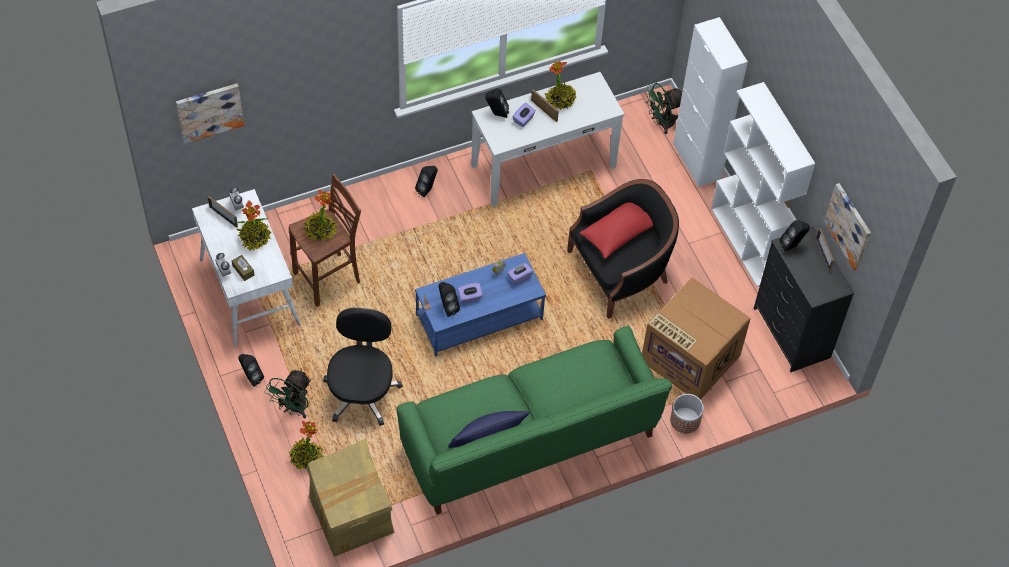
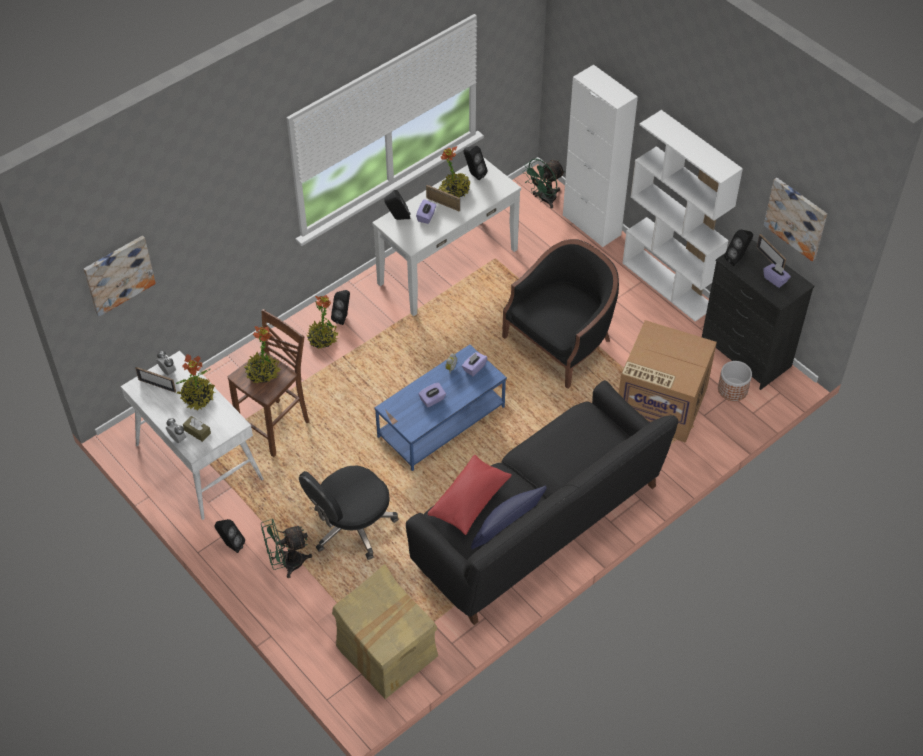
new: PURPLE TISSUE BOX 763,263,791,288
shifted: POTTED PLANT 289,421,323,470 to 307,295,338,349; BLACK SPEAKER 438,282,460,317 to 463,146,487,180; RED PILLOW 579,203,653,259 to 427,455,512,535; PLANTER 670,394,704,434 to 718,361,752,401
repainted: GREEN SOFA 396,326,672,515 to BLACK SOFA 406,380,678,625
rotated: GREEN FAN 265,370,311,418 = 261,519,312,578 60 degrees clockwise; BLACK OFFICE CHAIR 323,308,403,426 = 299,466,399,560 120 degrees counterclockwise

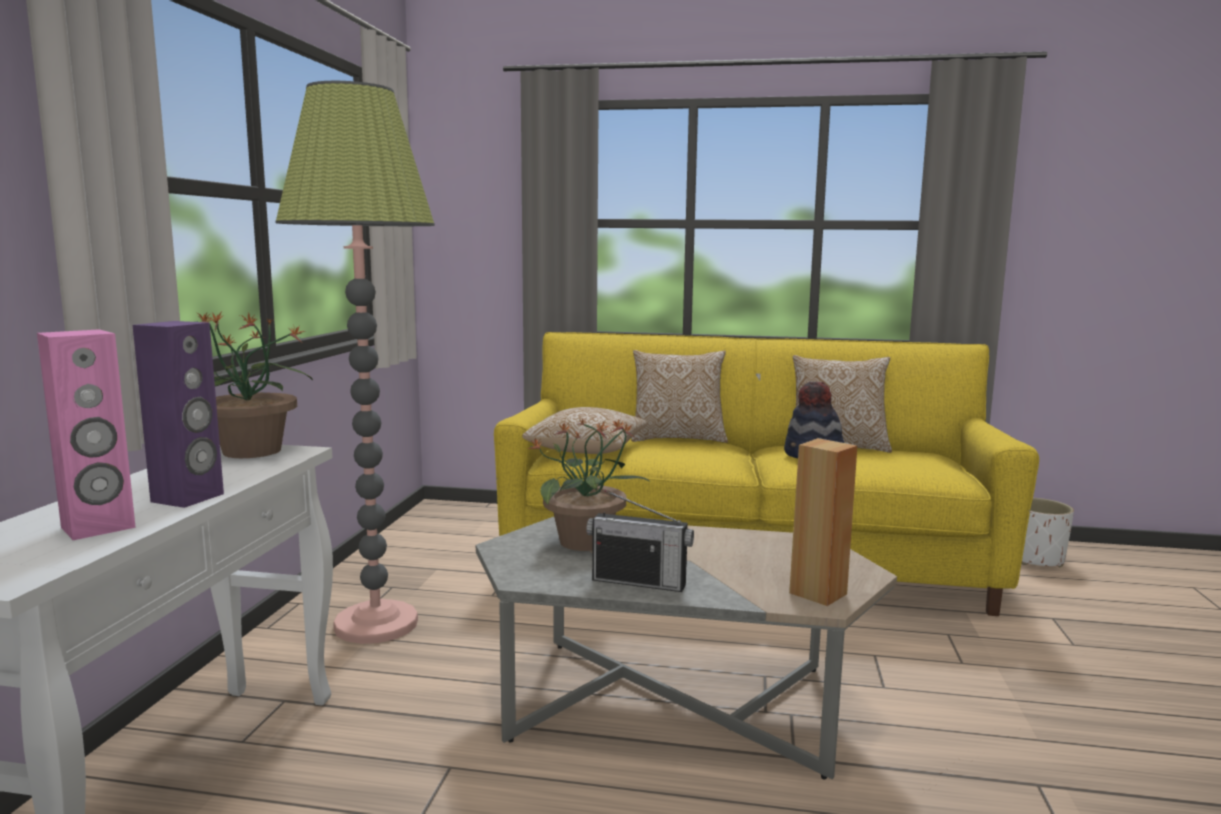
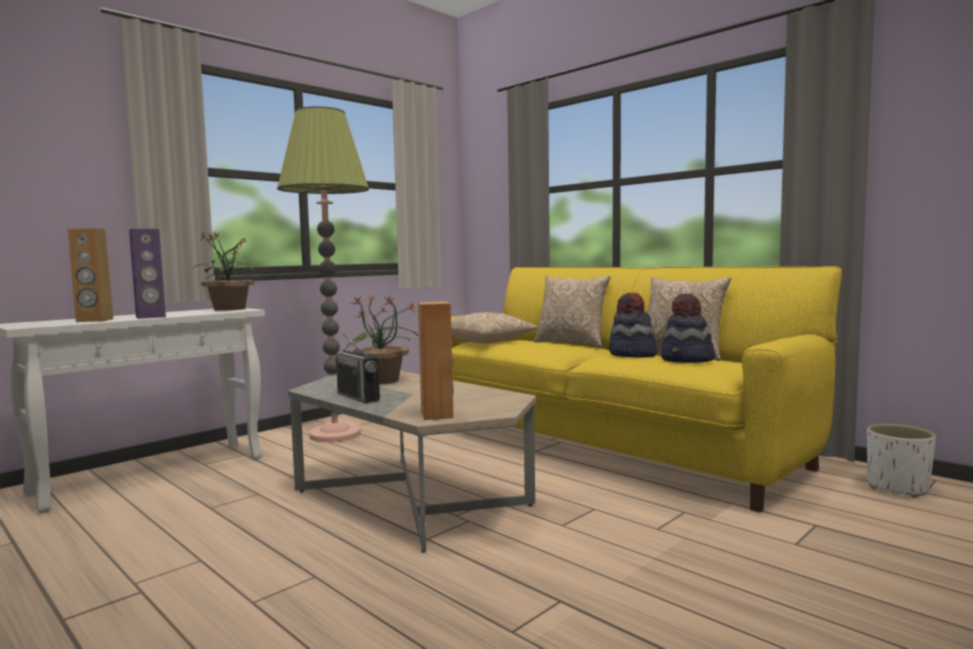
new: HAT 661,294,715,363
repainted: PINK SPEAKER 37,329,136,540 to BROWN SPEAKER 68,228,113,322

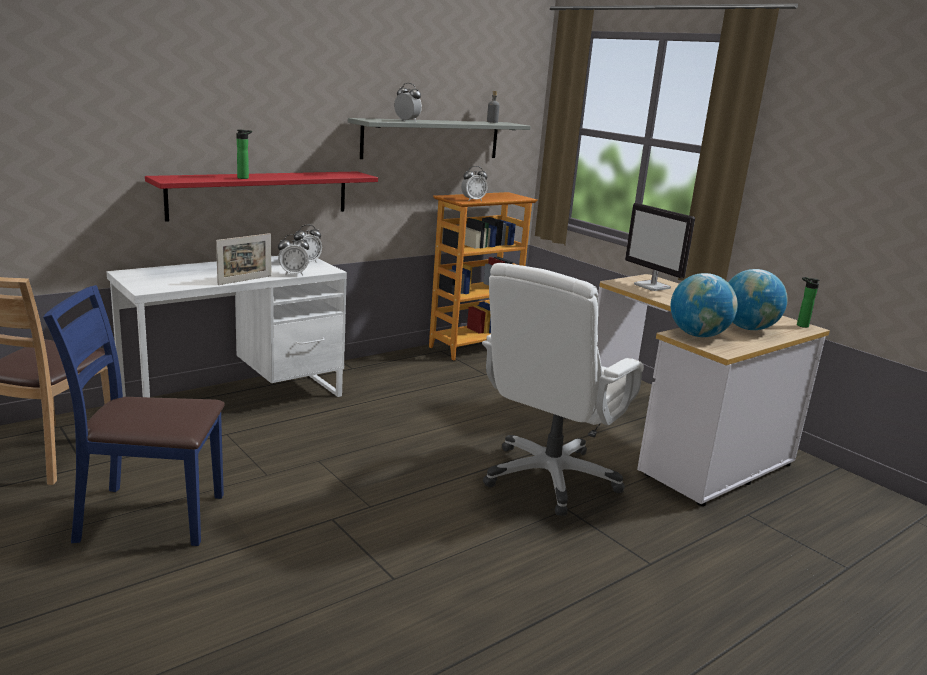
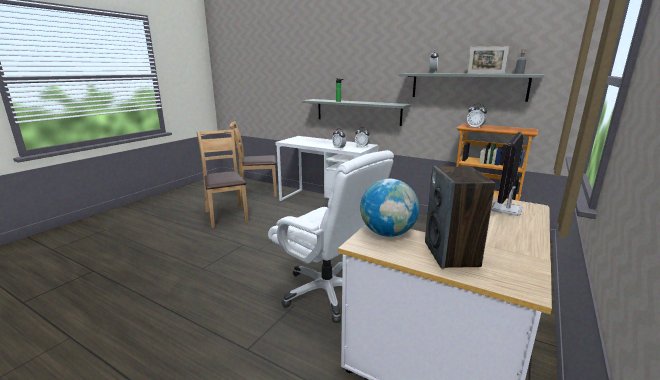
gone: BOTTLE 797,277,820,328
shifted: PICTURE FRAME 216,233,271,285 to 467,46,509,74
swapped: GLOBE 728,269,788,330 to SPEAKER 425,166,495,269
repainted: BLUE CHAIR 43,285,225,546 to BROWN CHAIR 197,129,249,228; RED SHELF 145,171,378,222 to GREY SHELF 302,99,411,126
rotated: WHITE OFFICE CHAIR 482,263,644,516 = 268,150,394,323 150 degrees counterclockwise

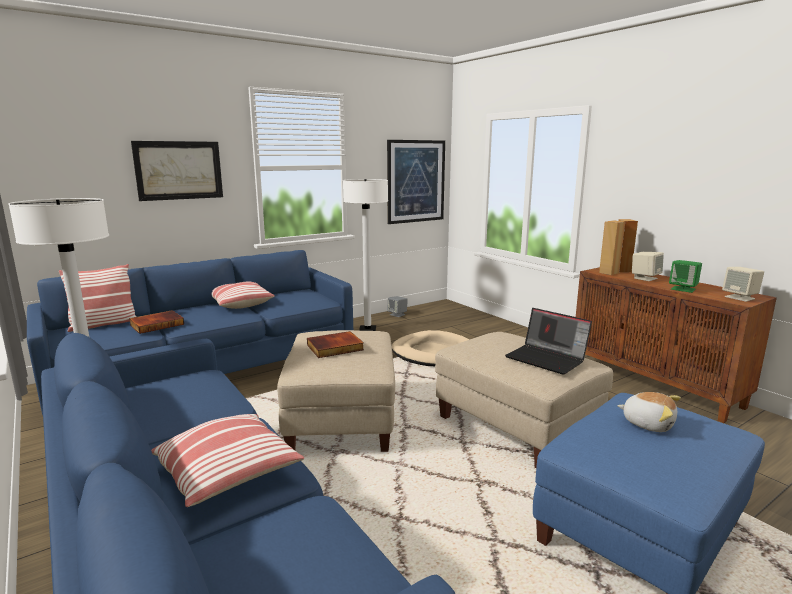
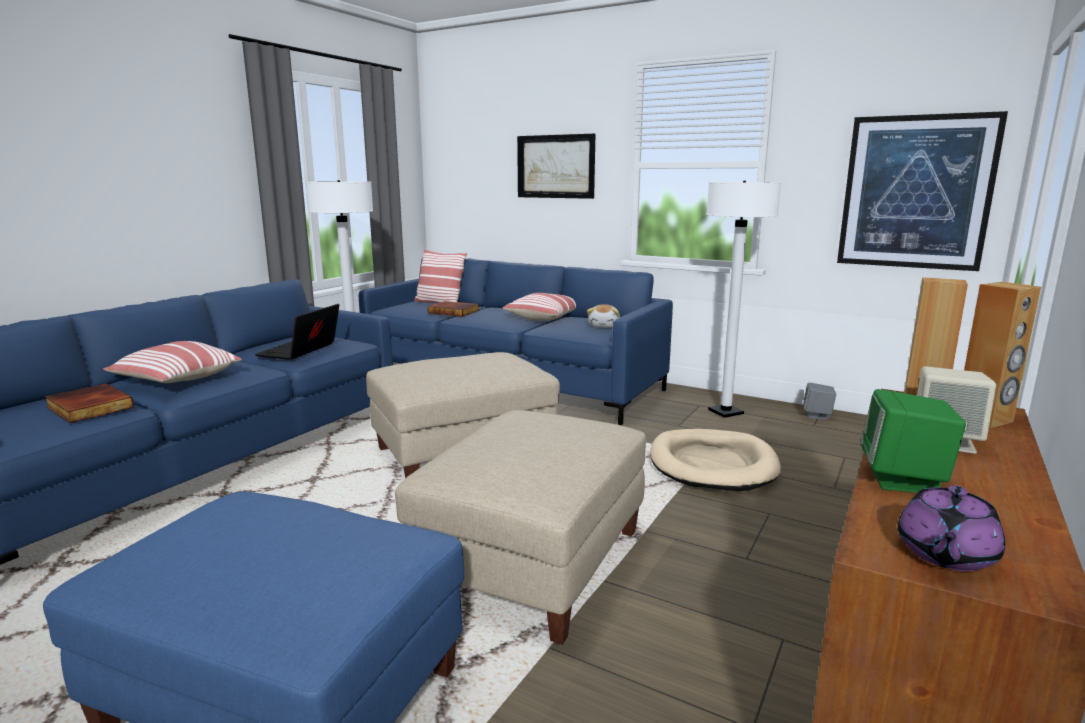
shifted: BOOK 307,331,364,358 to 45,383,134,423; LAPTOP 505,308,592,375 to 255,304,339,360; PLUSH TOY 617,392,681,432 to 587,304,620,328
swapped: BEIGE SPEAKER 722,267,764,302 to PURPLE TEAPOT 898,485,1005,571

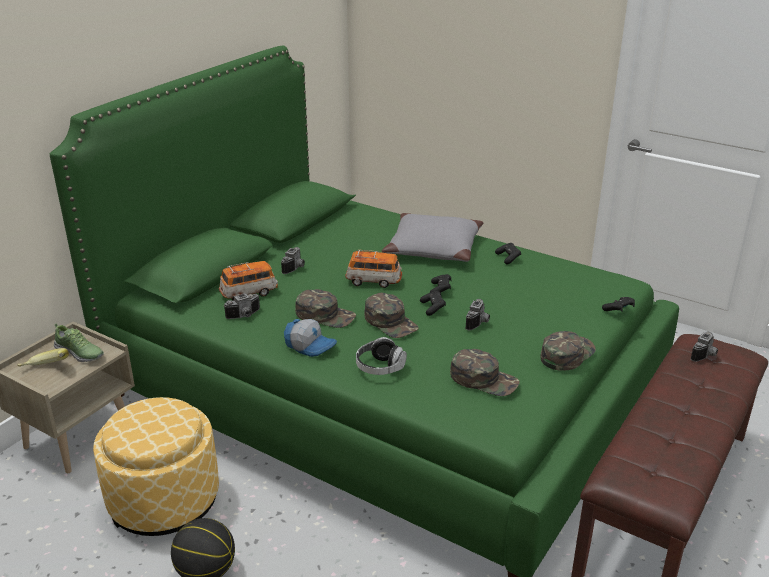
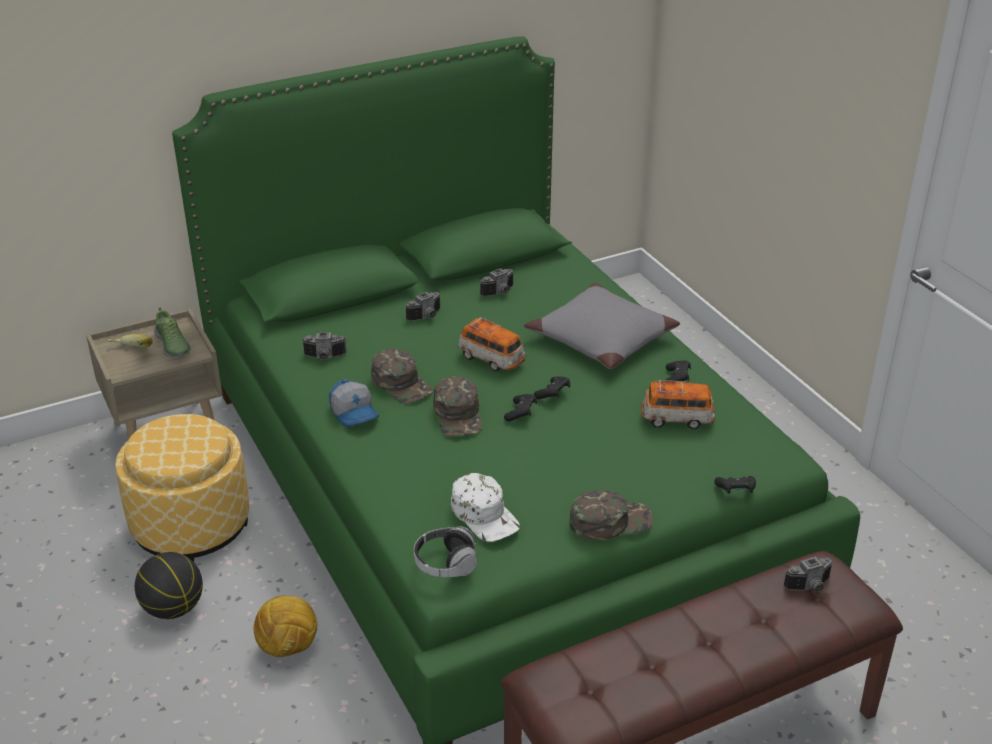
new: FOOTBALL 254,596,317,657
shifted: TOY CAR 219,261,278,301 to 641,380,715,429; HEADPHONES 356,337,407,375 to 414,526,477,577; PHOTO CAMERA 465,299,490,330 to 480,268,514,297
repainted: GREEN CAP 450,349,520,396 to WHITE CAP 451,473,520,542

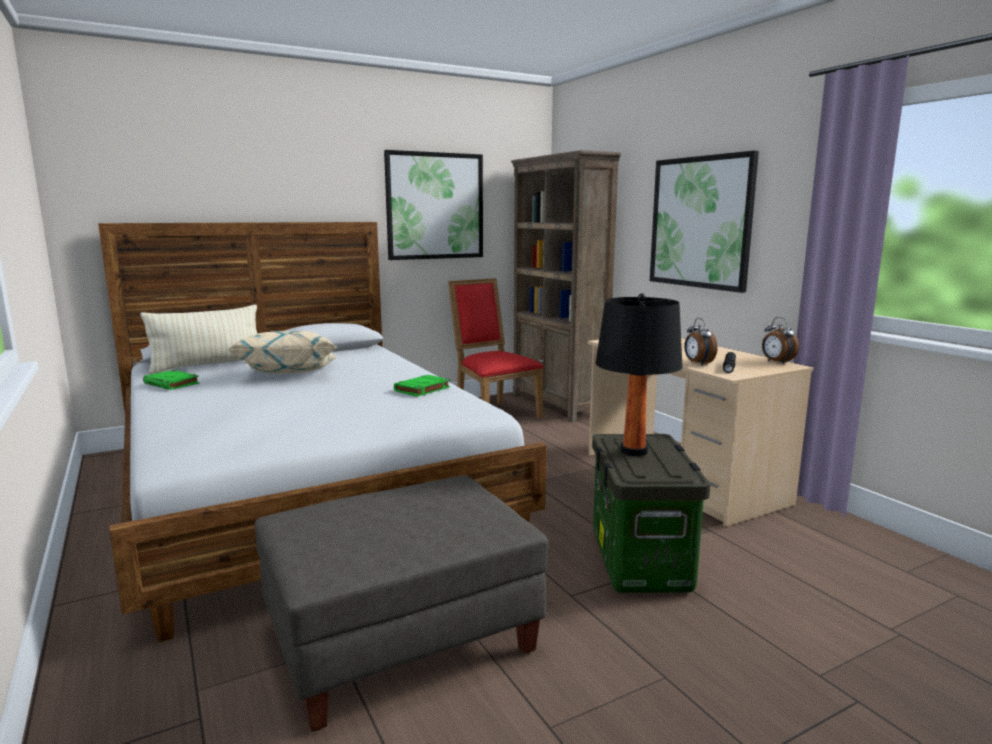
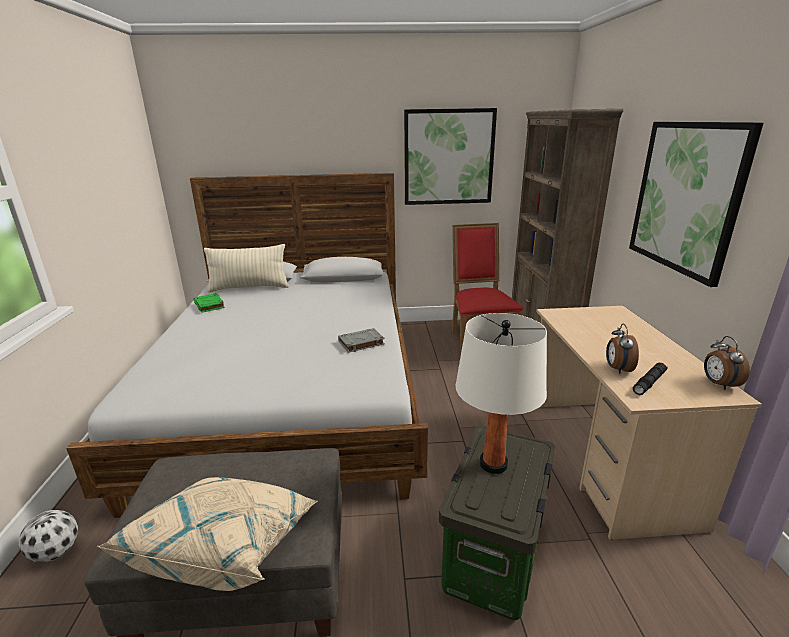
new: FOOTBALL 19,510,78,562
shifted: BEIGE PILLOW 227,331,337,374 to 97,477,318,591
repainted: GREEN BOOK 394,375,450,397 to GREY BOOK 338,328,385,353; BLACK TABLE LAMP 595,293,683,456 to WHITE TABLE LAMP 456,313,547,474

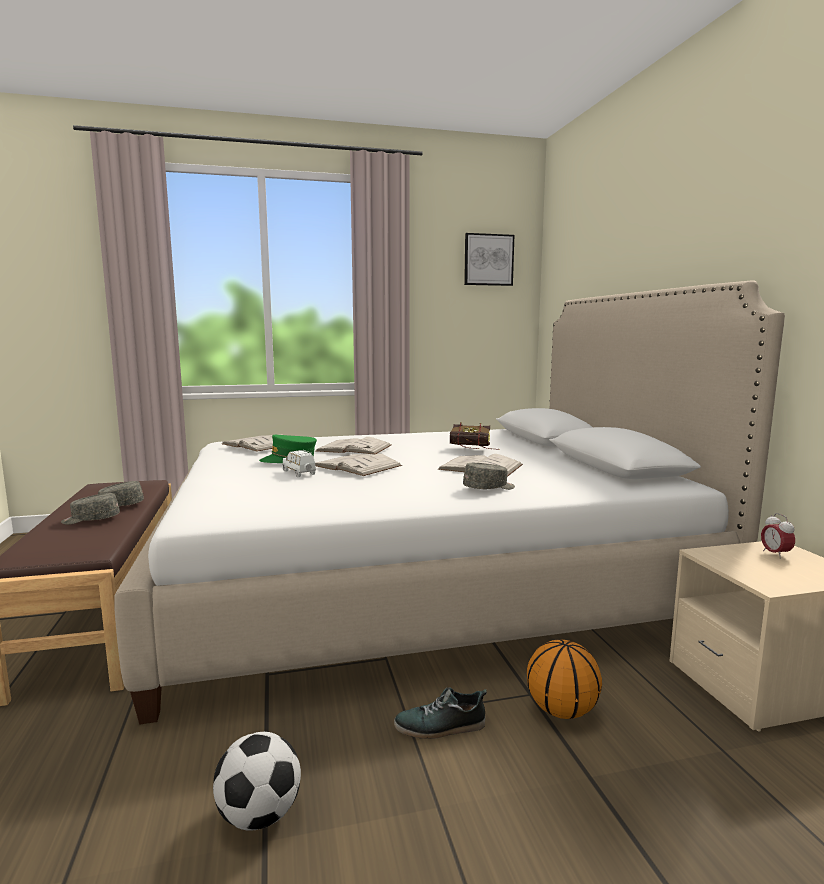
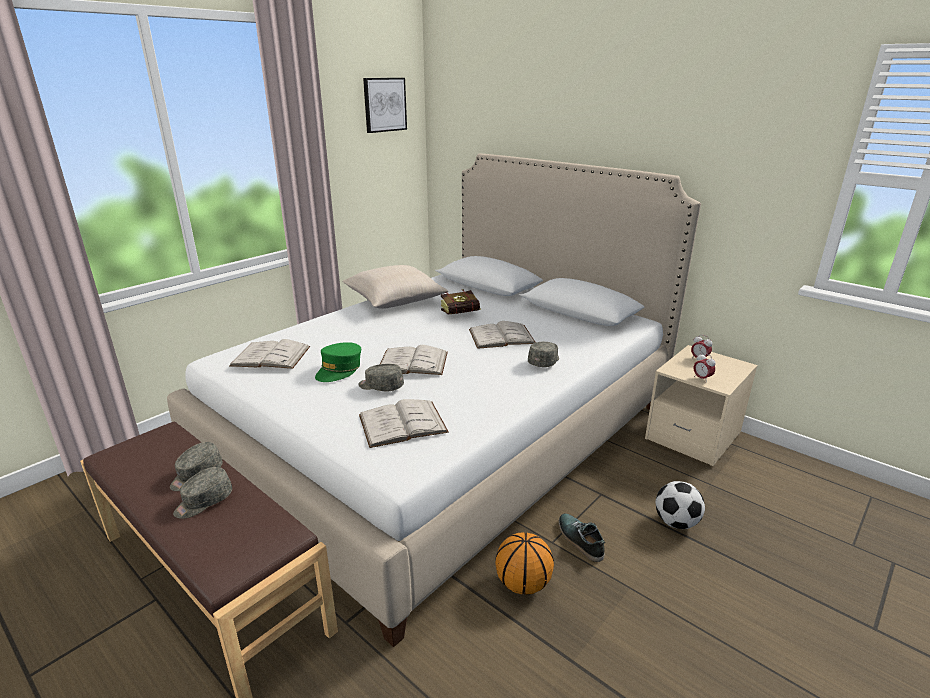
new: BEIGE PILLOW 342,265,448,309; ALARM CLOCK 694,353,716,379
shifted: FOOTBALL 213,732,301,831 to 656,481,705,529; WHITE BOOK 316,437,391,454 to 359,399,449,448; BASKETBALL 527,639,602,719 to 495,532,554,595
swapped: WHITE TOY CAR 282,450,316,477 to GREY CAP 358,364,404,391
rotated: SHOE 394,687,487,739 = 559,513,605,562 105 degrees clockwise

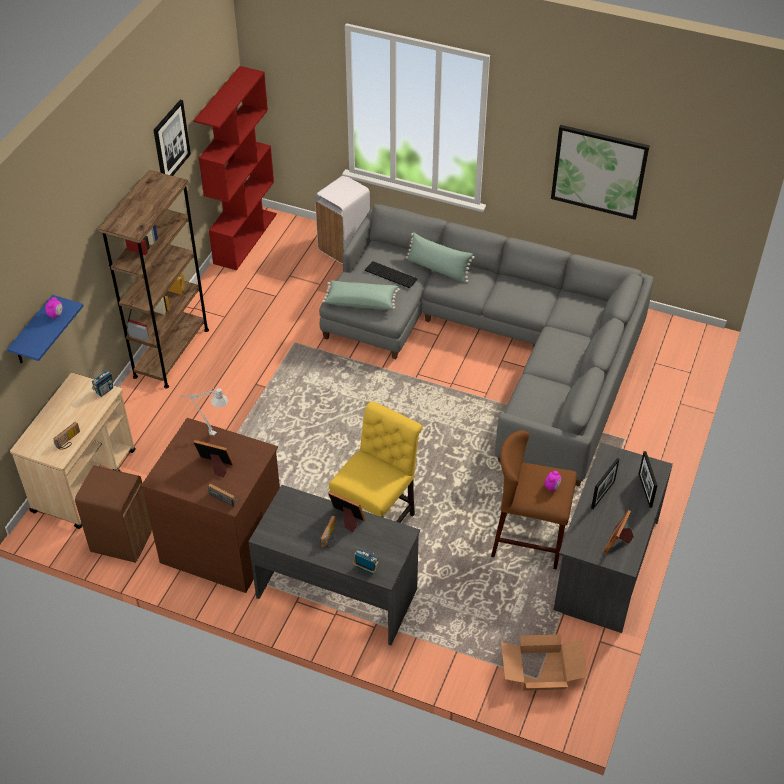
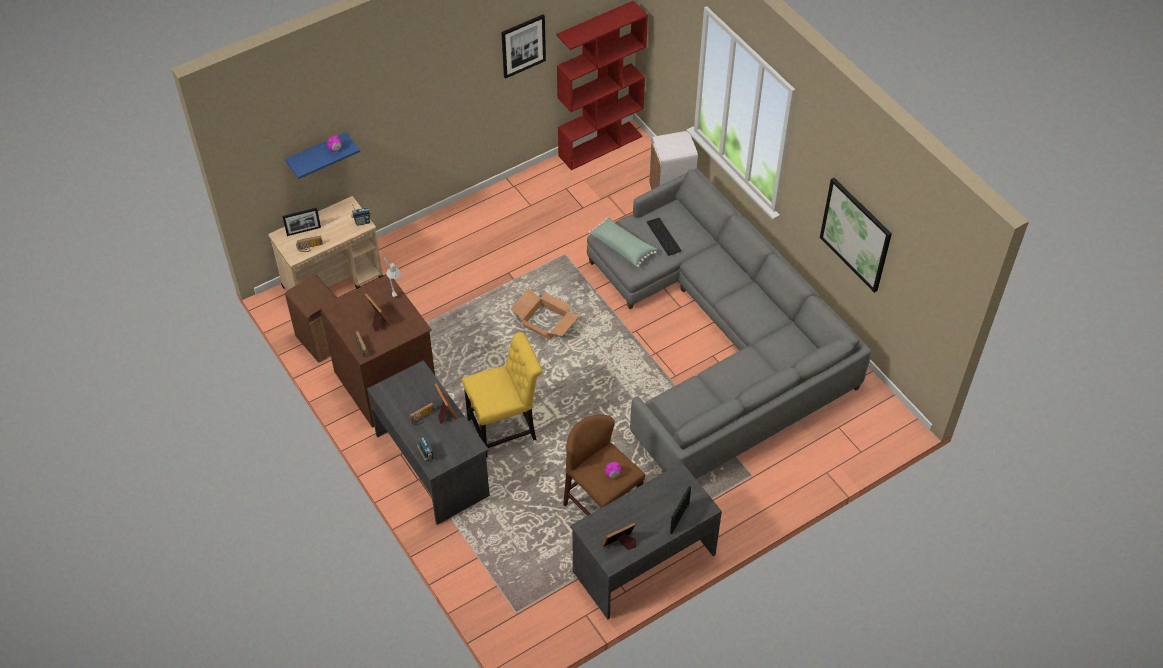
gone: BROWN BOOKCASE 99,170,209,389; GREEN PILLOW 406,232,475,283
shifted: CARDBOARD BOX 501,634,588,691 to 511,288,579,340; PICTURE FRAME 591,458,619,509 to 282,207,321,236

